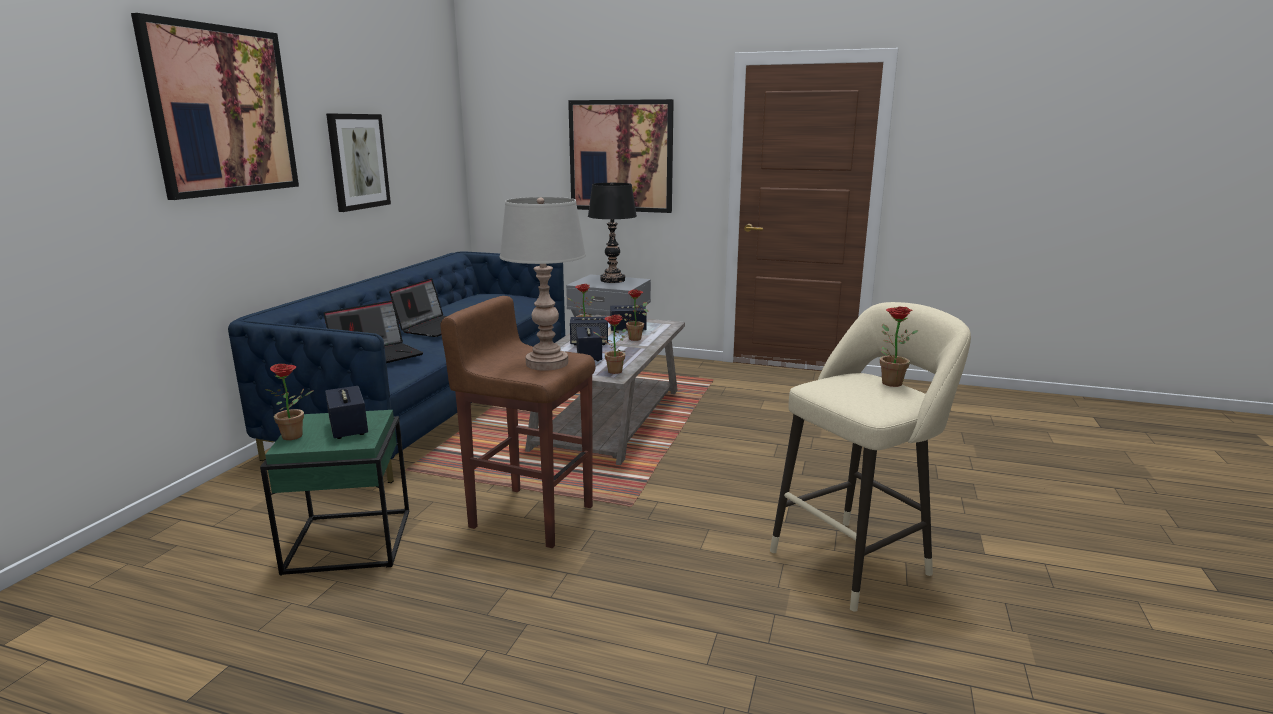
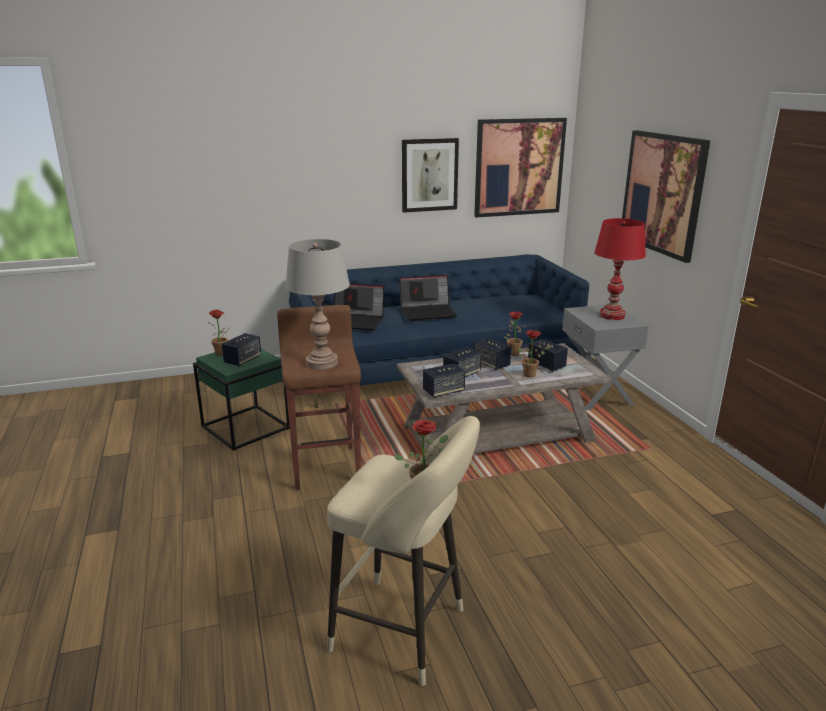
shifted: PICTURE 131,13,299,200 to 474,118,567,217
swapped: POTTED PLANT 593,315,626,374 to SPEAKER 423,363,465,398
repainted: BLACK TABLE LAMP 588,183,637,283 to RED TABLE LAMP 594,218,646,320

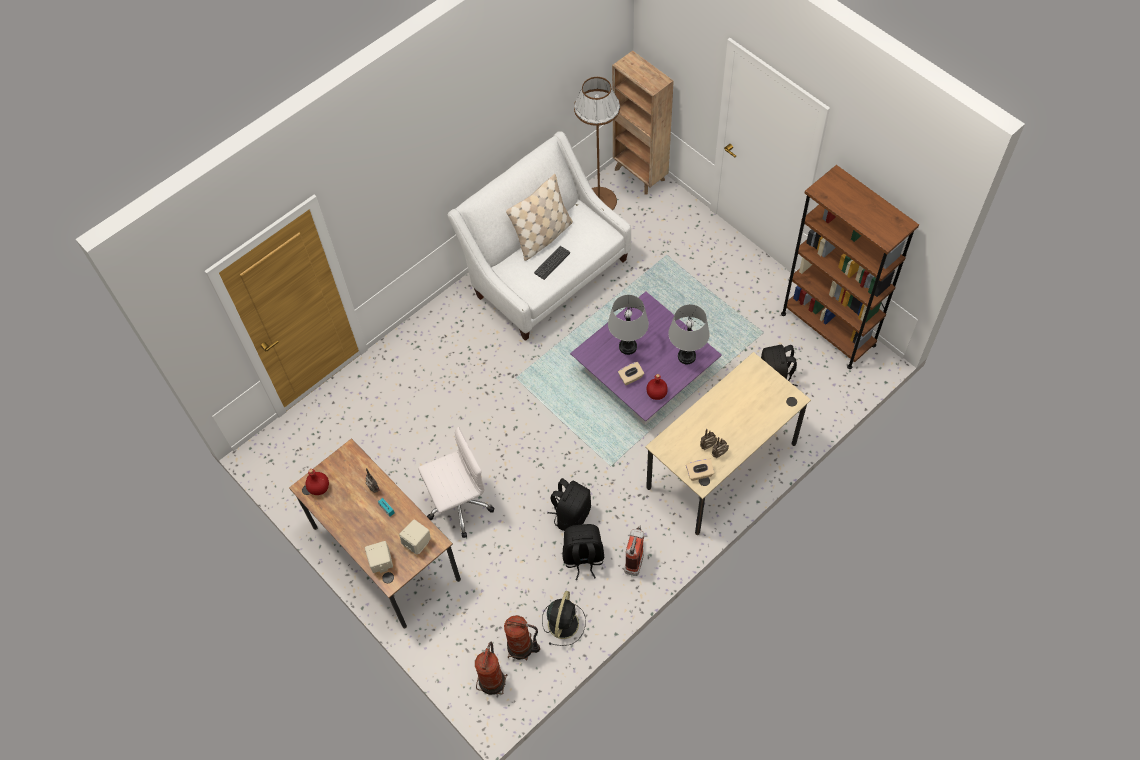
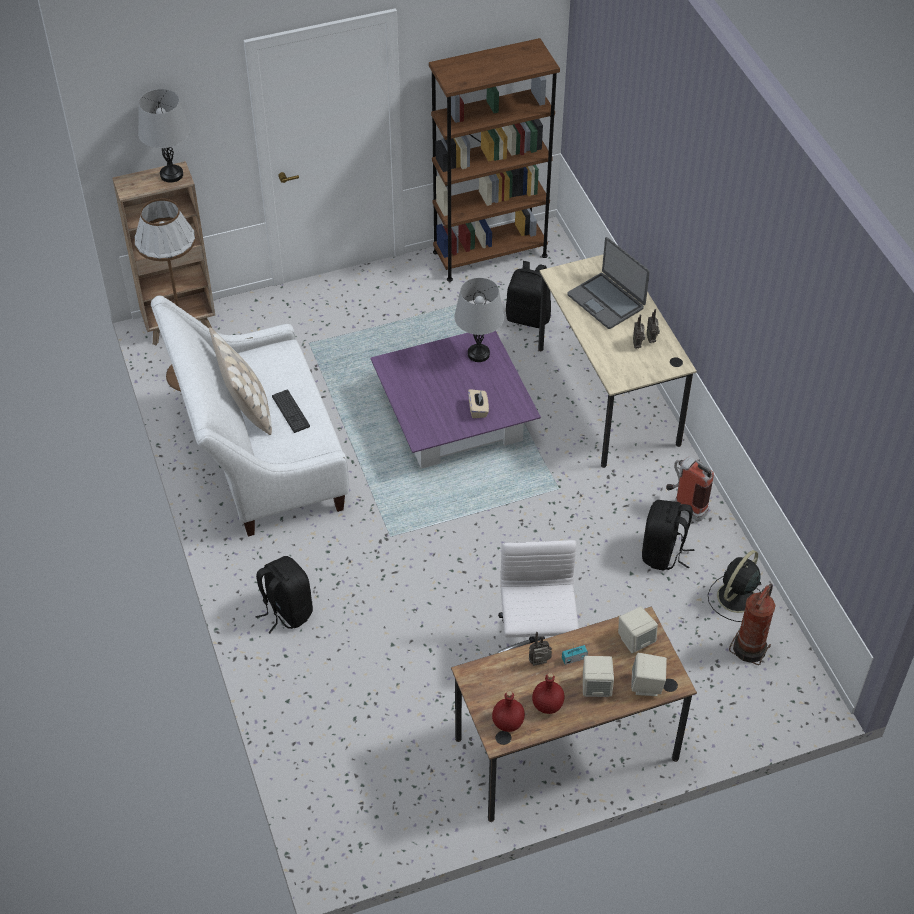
gone: FIRE EXTINGUISHER 475,642,507,695; BEIGE TISSUE BOX 686,459,714,481
new: LAPTOP 567,237,650,329; BEIGE SPEAKER 583,656,614,697
shifted: BLACK BACKPACK 547,478,591,531 to 255,556,313,633; GREY TABLE LAMP 608,295,649,355 to 138,89,190,183; RED BOTTLE 647,374,668,400 to 532,673,564,714
rotated: BLACK FAN 542,591,586,646 = 708,550,762,622 90 degrees counterclockwise

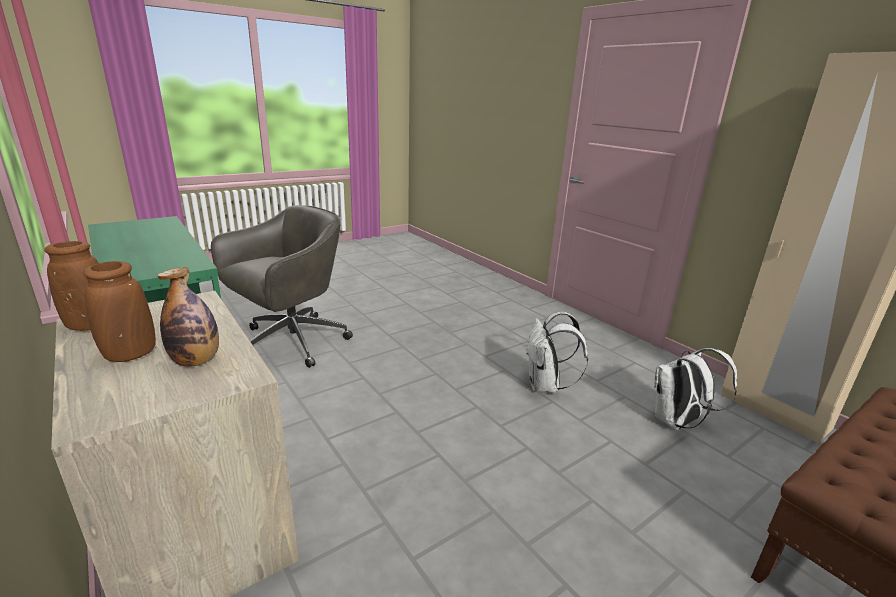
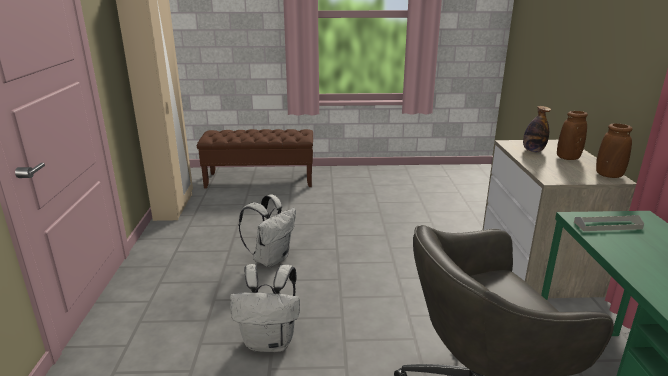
new: GREY TRAY 574,215,644,231
shifted: WHITE BACKPACK 654,348,737,430 to 230,264,300,352

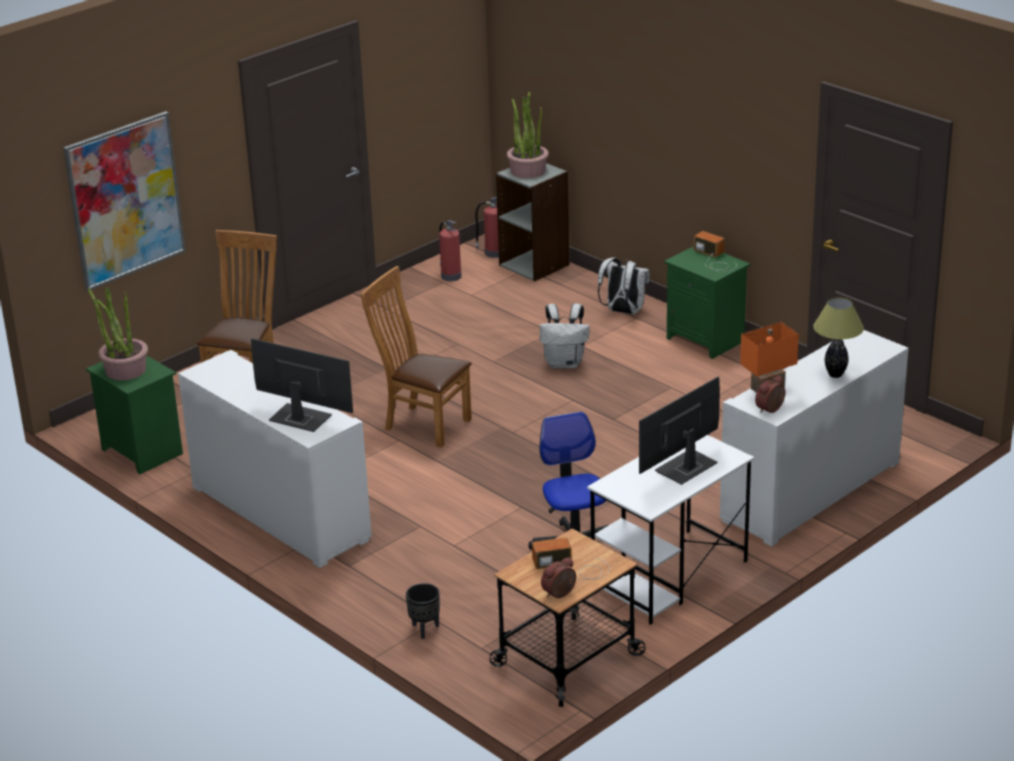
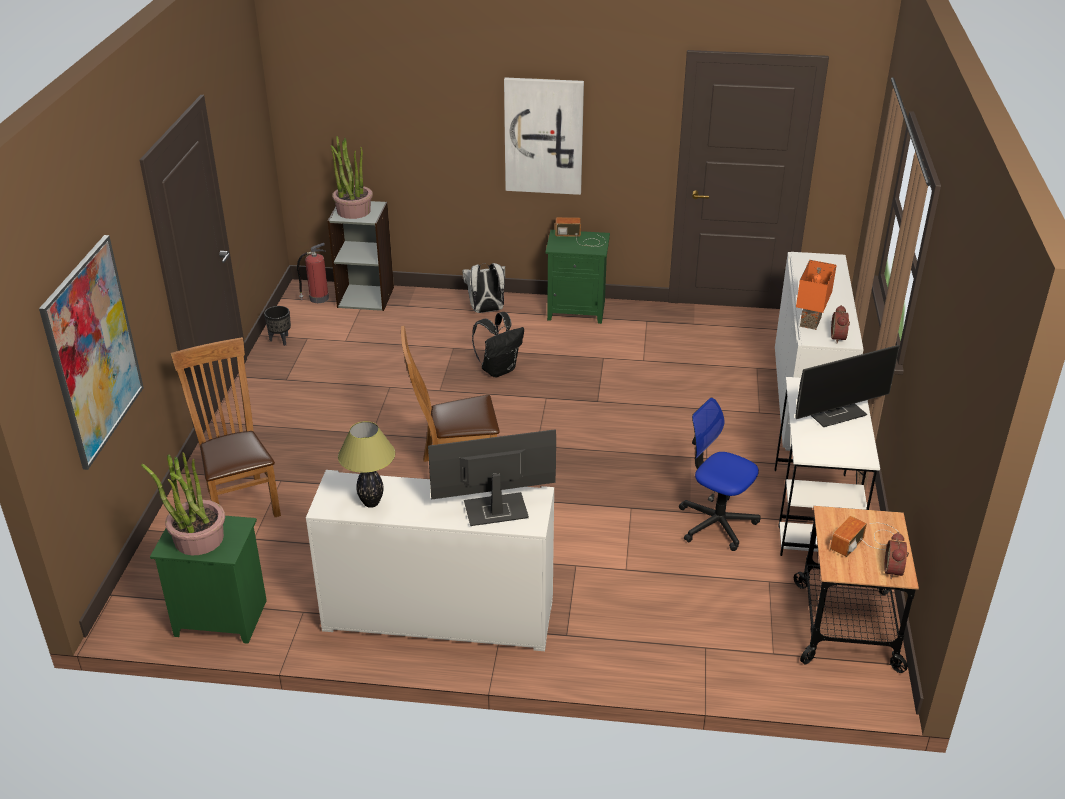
gone: FIRE EXTINGUISHER 439,220,462,281
new: PICTURE 504,77,584,195
shifted: BLACK PLANTER 406,583,440,639 to 264,306,291,346; TABLE LAMP 813,298,864,378 to 338,421,395,508
repainted: WHITE BACKPACK 540,304,590,369 to BLACK BACKPACK 472,312,524,377
rotated: MONITOR 639,377,720,485 = 795,345,900,427 120 degrees counterclockwise

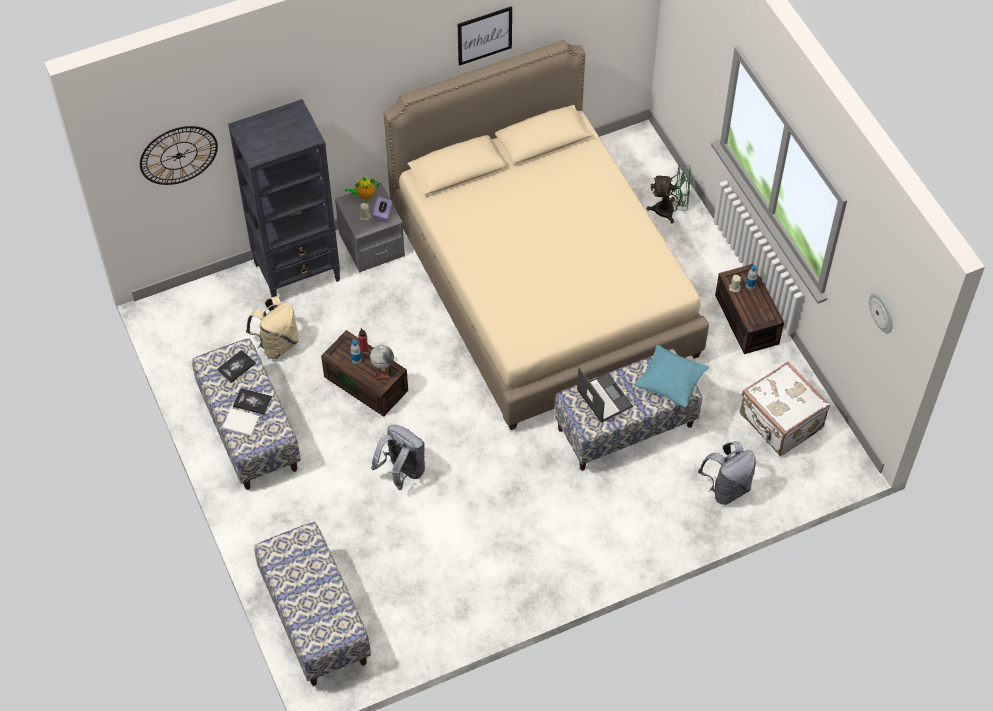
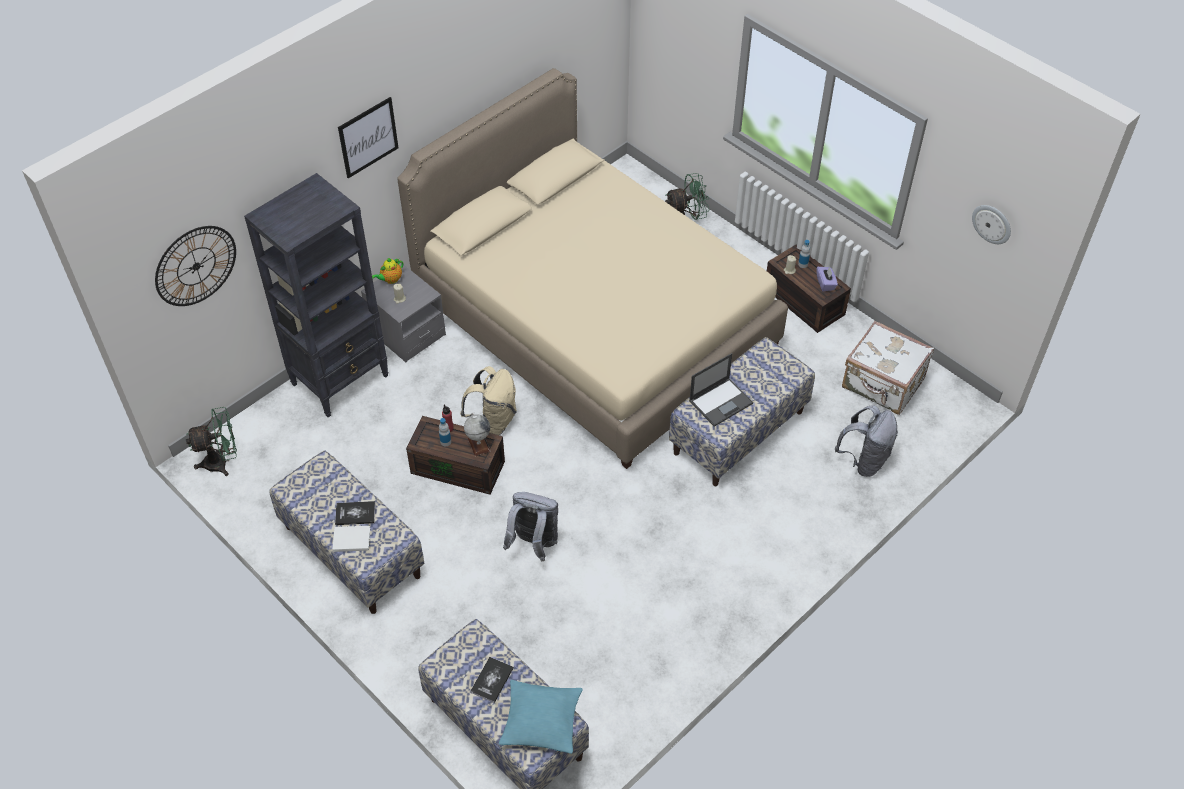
new: GREEN FAN 186,407,237,476
shifted: BOOK 216,350,256,383 to 470,657,514,703; BEIGE BACKPACK 246,296,299,359 to 460,366,517,435; PURPLE TISSUE BOX 373,197,392,222 to 817,267,838,291; PICTURE 458,6,512,66 to 338,97,399,178; TURQUOISE PILLOW 634,345,709,408 to 499,680,583,754
rotated: LAPTOP 577,368,633,423 = 689,353,753,427 105 degrees clockwise

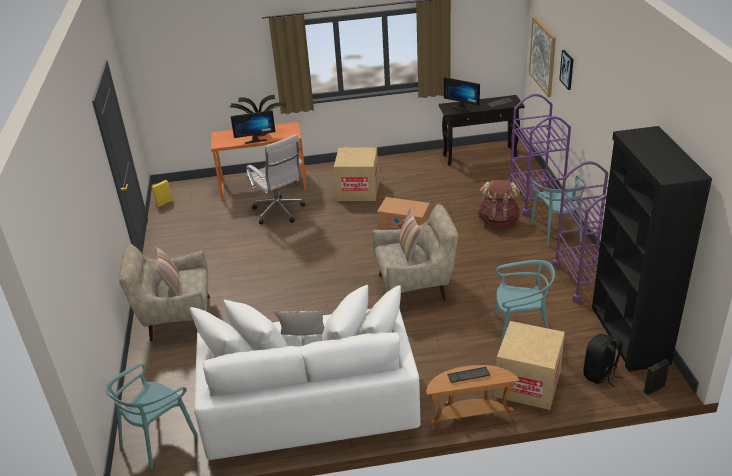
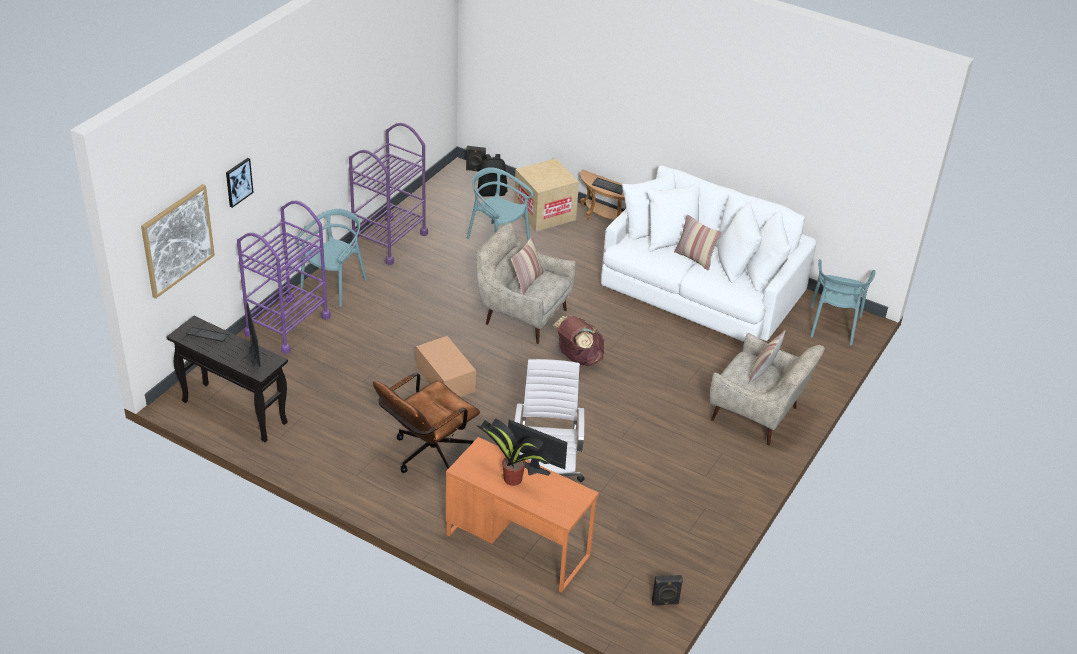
gone: BLACK BOOKCASE 592,126,712,372
shifted: BROWN BACKPACK 477,180,521,227 to 552,316,605,366
swapped: CARDBOARD BOX 334,147,379,201 to BROWN OFFICE CHAIR 373,372,480,473
repainted: YELLOW SPEAKER 152,180,172,207 to BLACK SPEAKER 652,575,683,605
rotated: TURQUOISE CHAIR 105,363,197,469 = 810,259,876,345 120 degrees clockwise

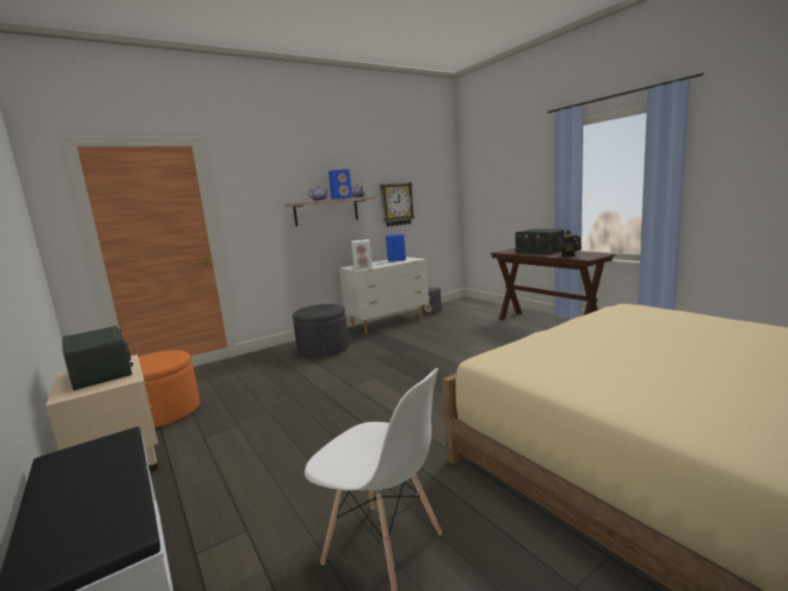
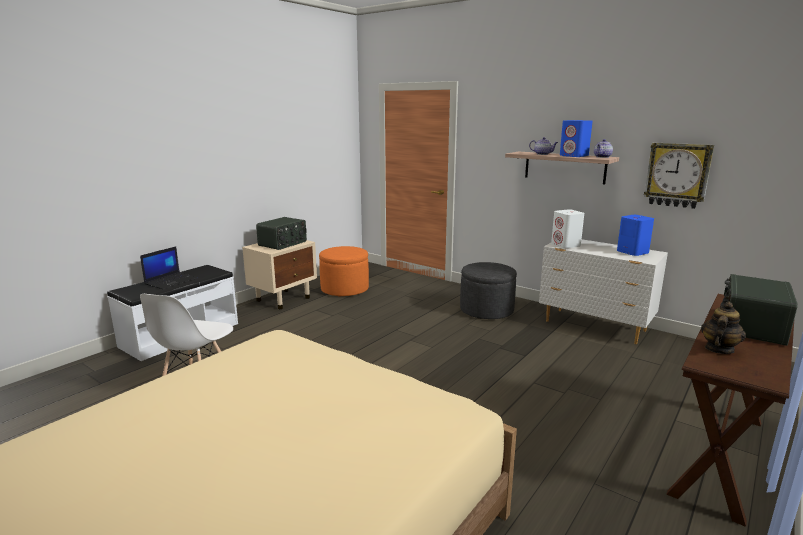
gone: GREY SPEAKER 422,287,442,314
new: LAPTOP 140,246,198,289

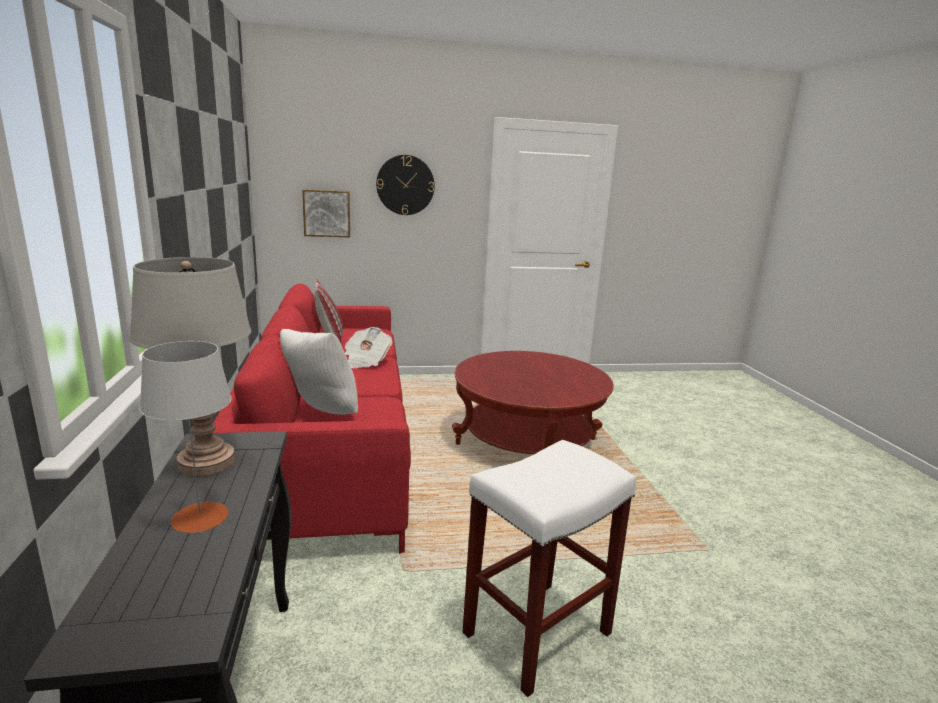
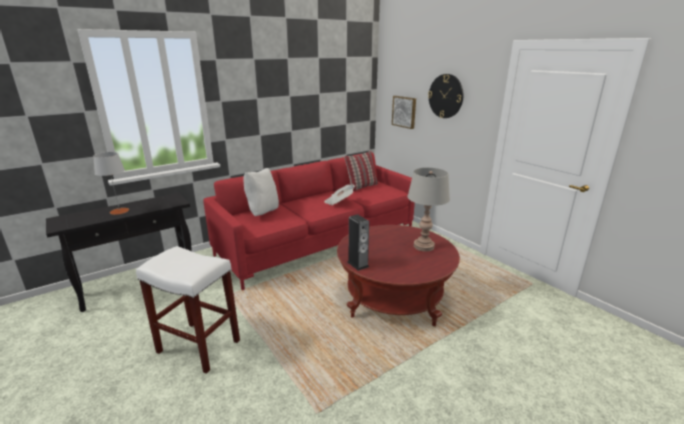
new: SPEAKER 348,214,369,271
shifted: GREY TABLE LAMP 130,257,251,476 to 407,168,450,252

